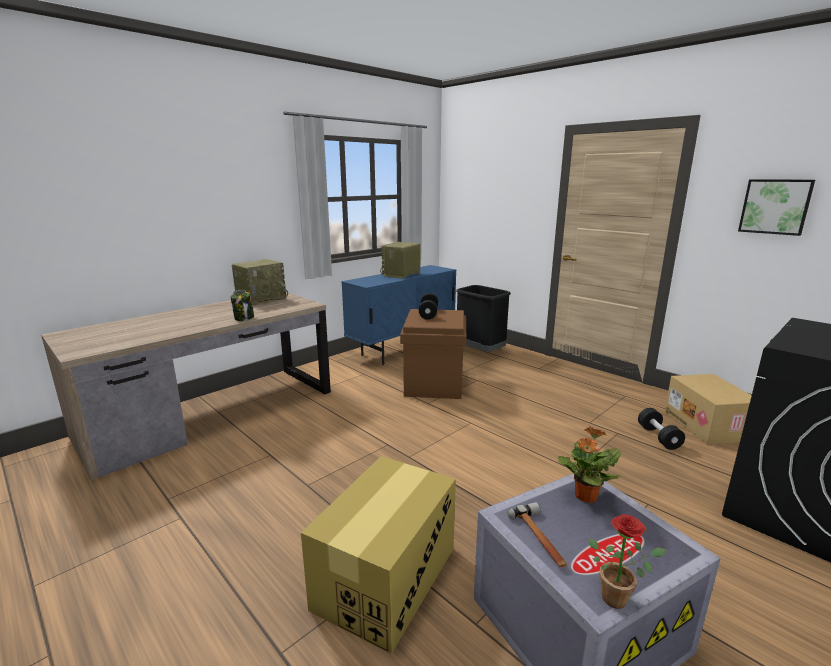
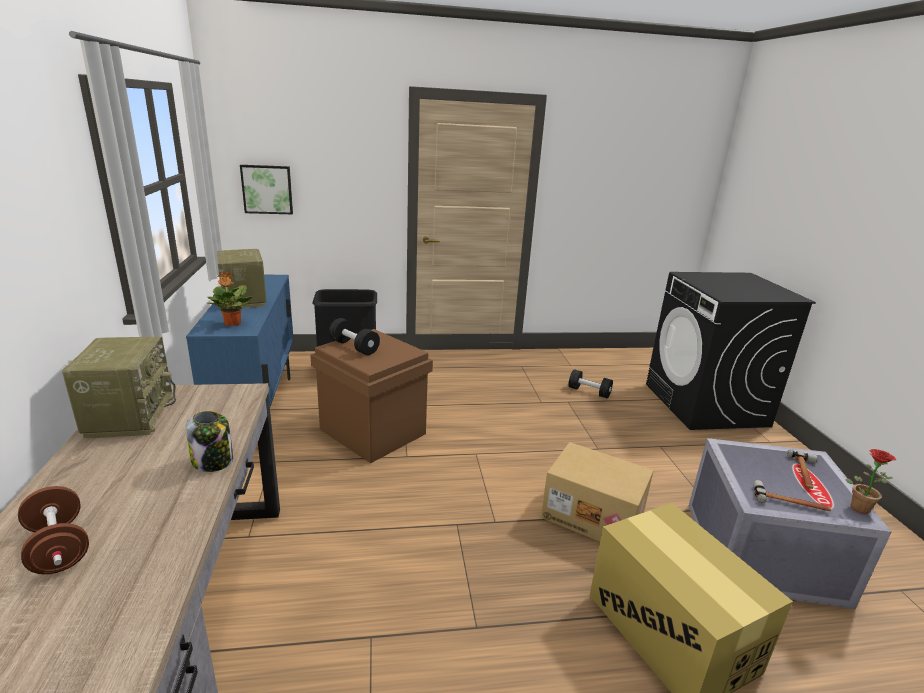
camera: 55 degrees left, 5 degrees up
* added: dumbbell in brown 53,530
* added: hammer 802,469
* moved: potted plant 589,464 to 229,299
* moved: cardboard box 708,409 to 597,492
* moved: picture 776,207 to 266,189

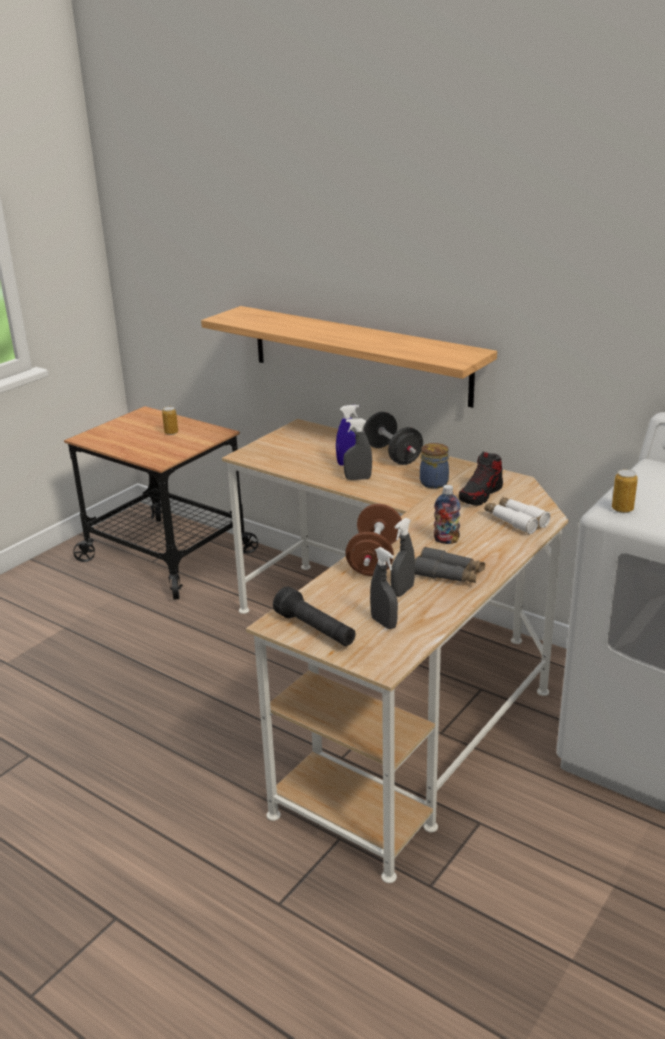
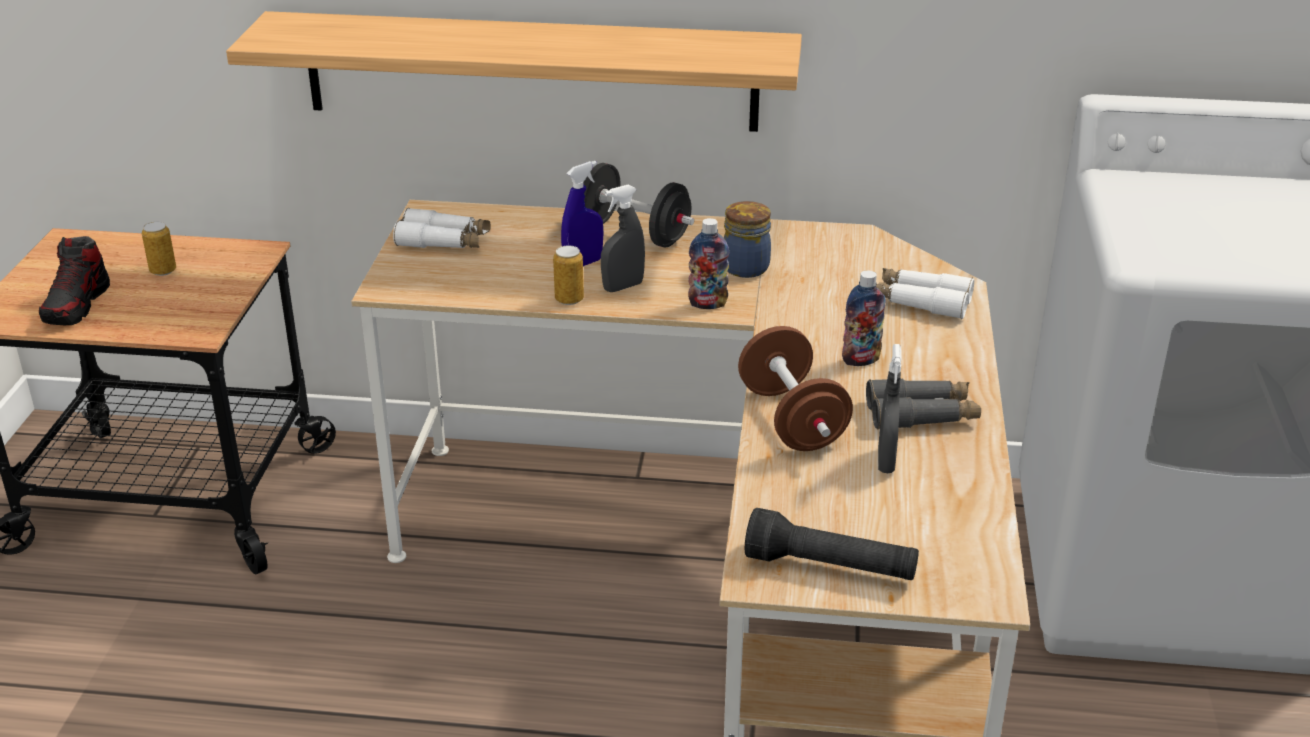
camera: 30 degrees left, 5 degrees up
* removed: spray bottle in grey 384,588
* added: binoculars in white 441,228
* added: bottle 708,263
* moved: shoe 481,478 to 74,280
* moved: can 625,491 to 568,275

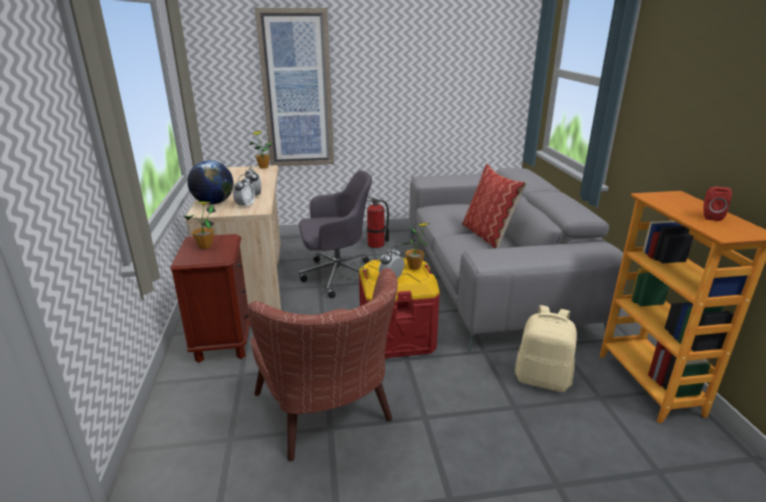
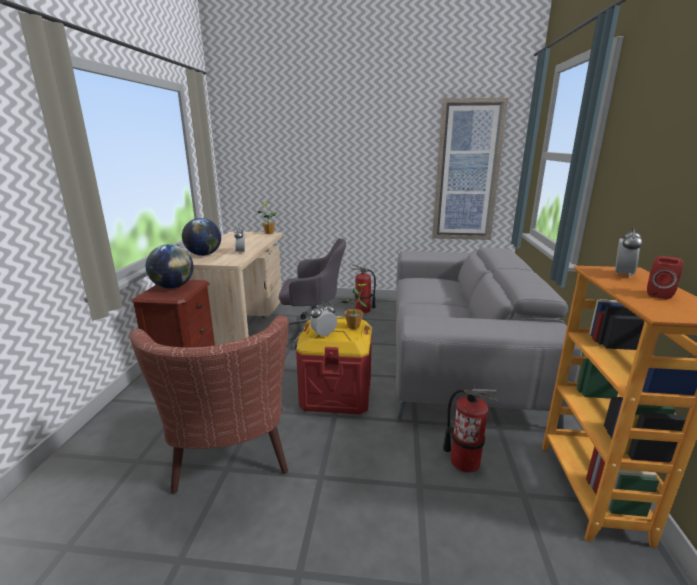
camera: 15 degrees right, 5 degrees down
* removed: pillow 494,206
* moved: alarm clock 244,192 to 629,252
* moved: picture 294,87 to 470,169
* replaced: potted plant 199,225 to globe 169,266
* replaced: backpack in beige 546,348 to fire extinguisher 470,429

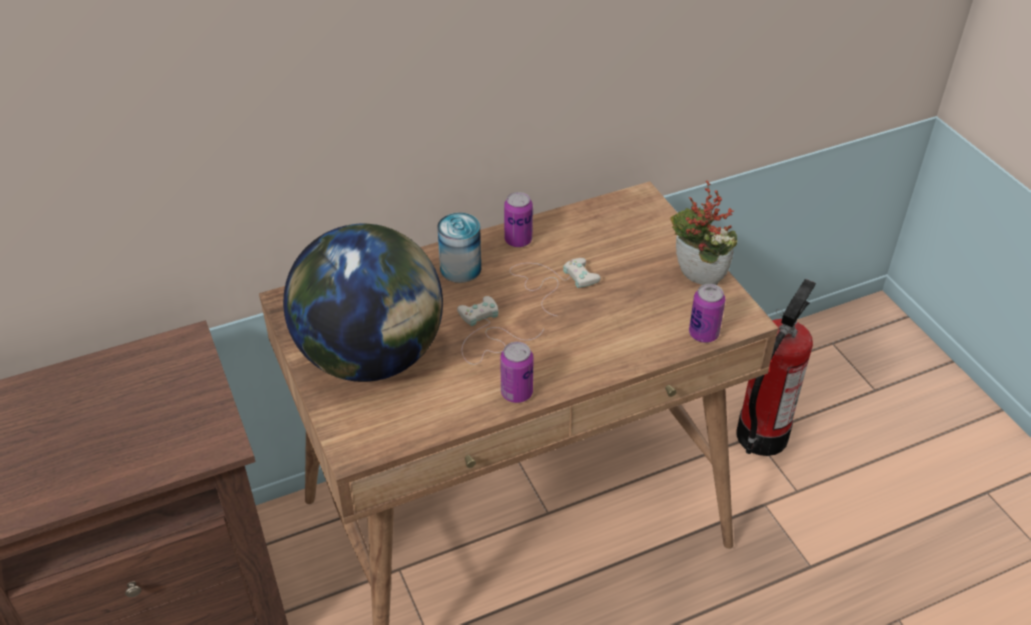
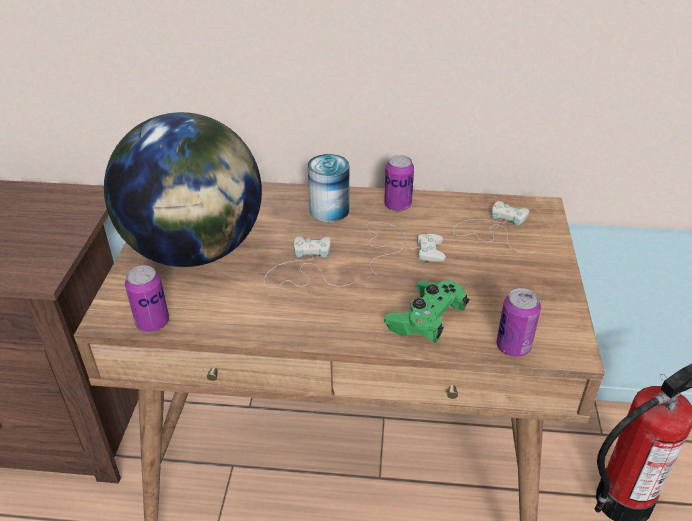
camera: 30 degrees right, 5 degrees down
* removed: potted plant 704,232
* added: game controller in green 426,311
* added: game controller in white 494,227
* moved: can 517,372 to 147,298

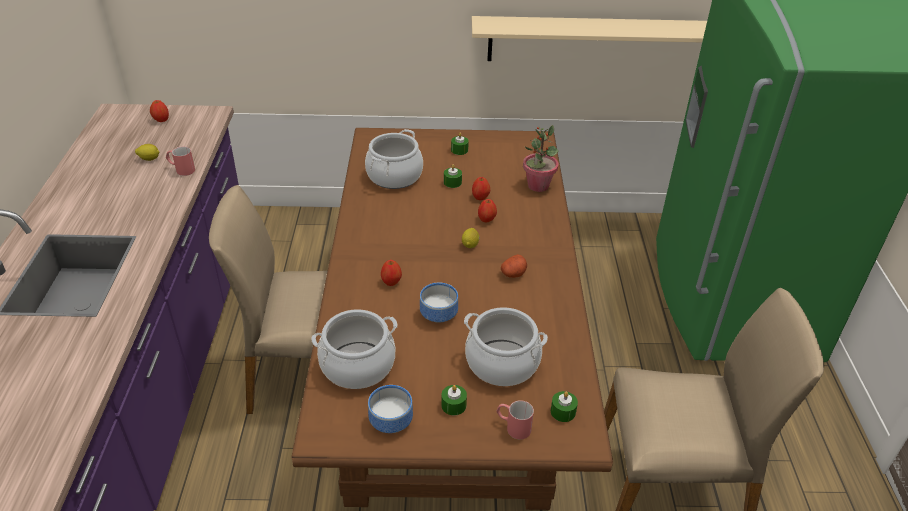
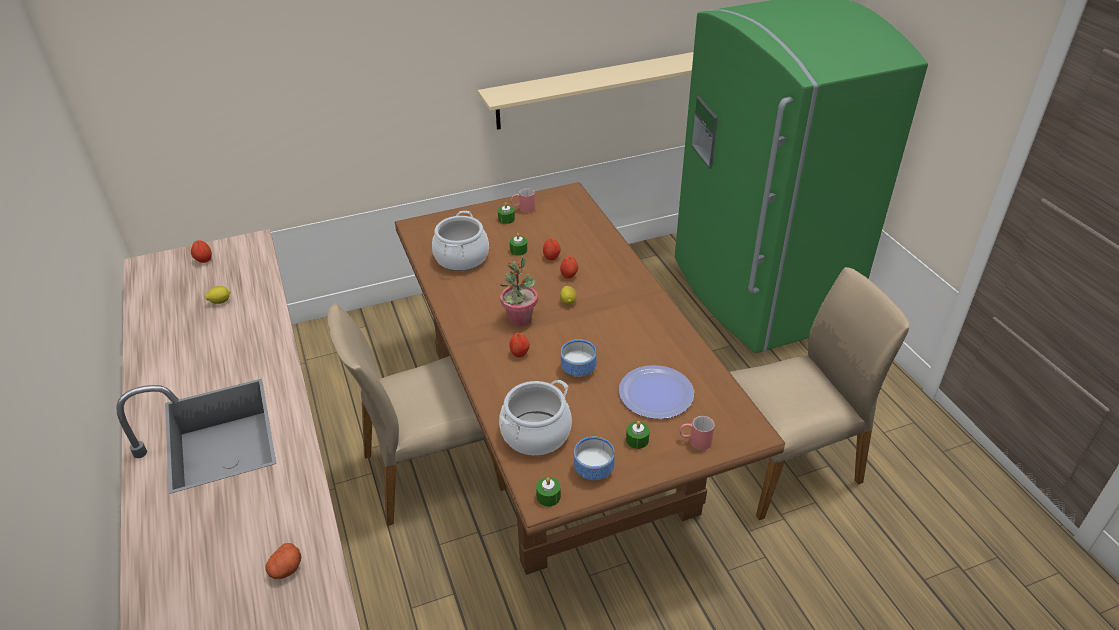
camera: 20 degrees left, 0 degrees up
* moved: mug in red 180,161 to 523,200
* moved: potato 514,266 to 283,561
* moved: potted plant 540,158 to 518,291
* moved: candle in green 564,406 to 548,491
* replaced: cooking pot 506,346 to plate 656,392

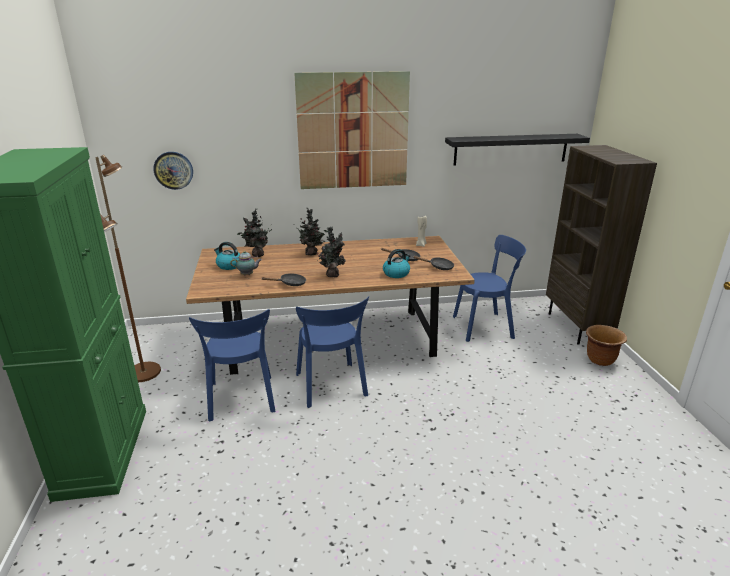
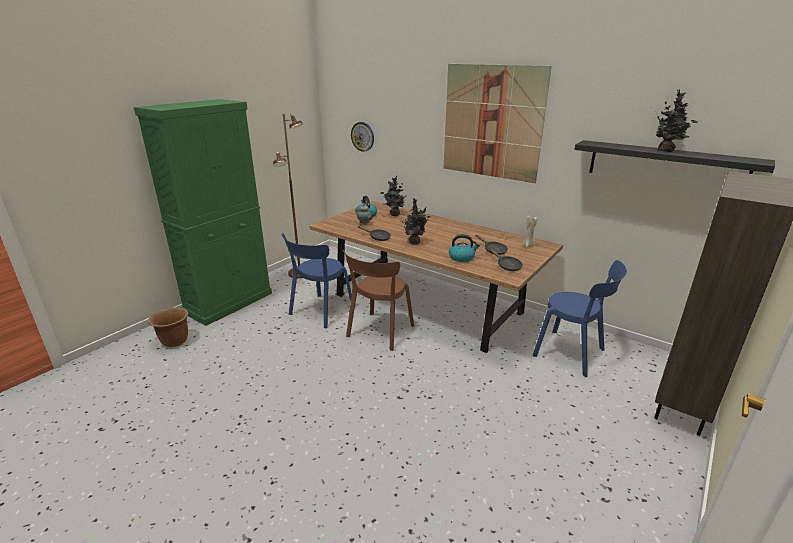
camera: 45 degrees right, 0 degrees up
* moved: potted plant 312,231 to 677,120
* moved: planter in brown 606,345 to 168,327
* recoloured: chair in blue 332,352 to chair in brown 378,300

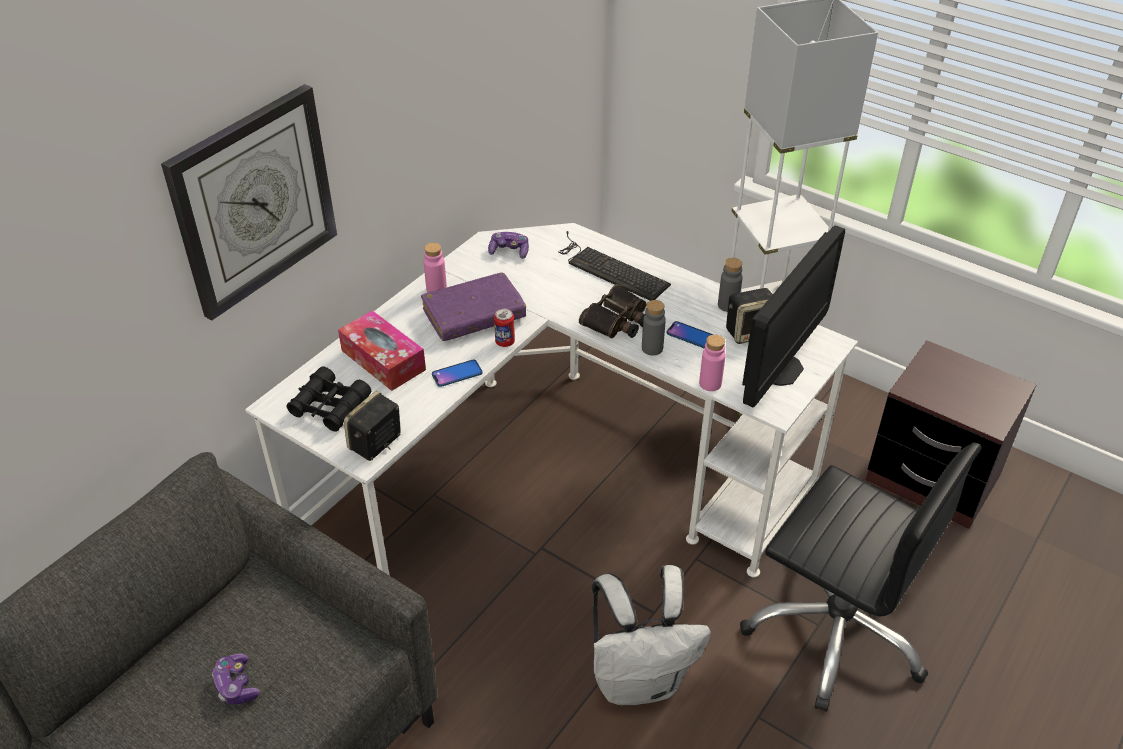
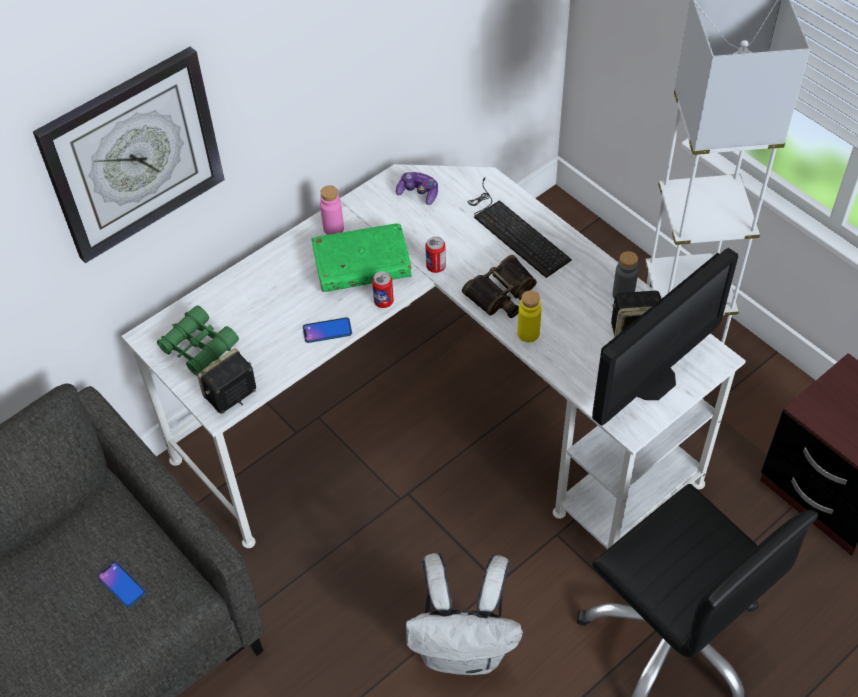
camera: 15 degrees right, 10 degrees up
* removed: game controller 236,679
* removed: tissue box 382,350
* removed: bottle in pink 712,363
* added: can 435,254
* moved: phone 690,335 to 121,585
* recoloured: binoculars in black 329,399 to binoculars in green 198,340
* recoloured: book in purple 473,307 to book in green 362,257
* recoloured: bottle in grey 654,328 to bottle in yellow 529,316

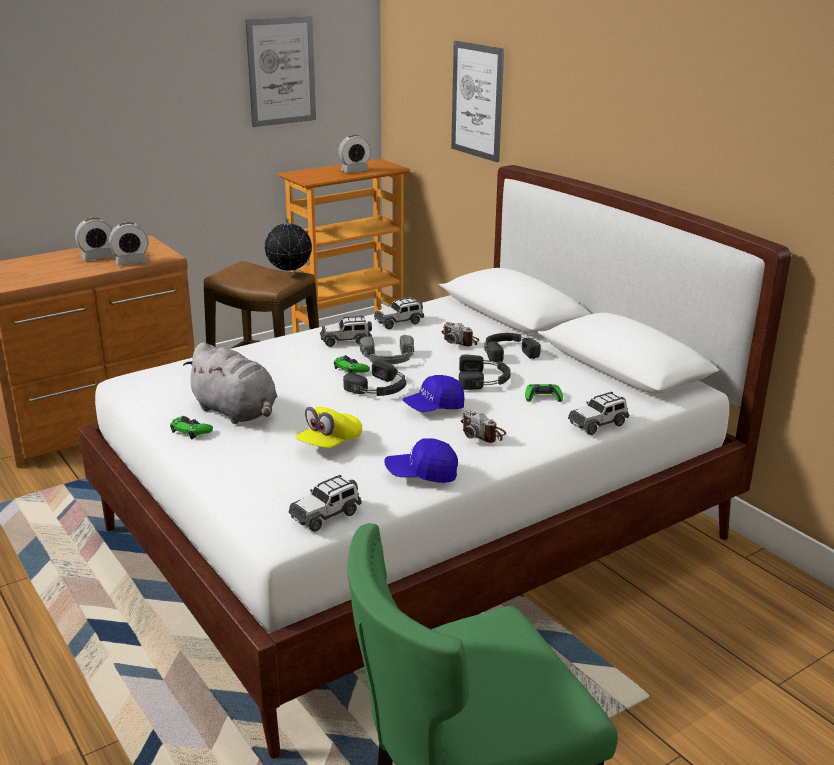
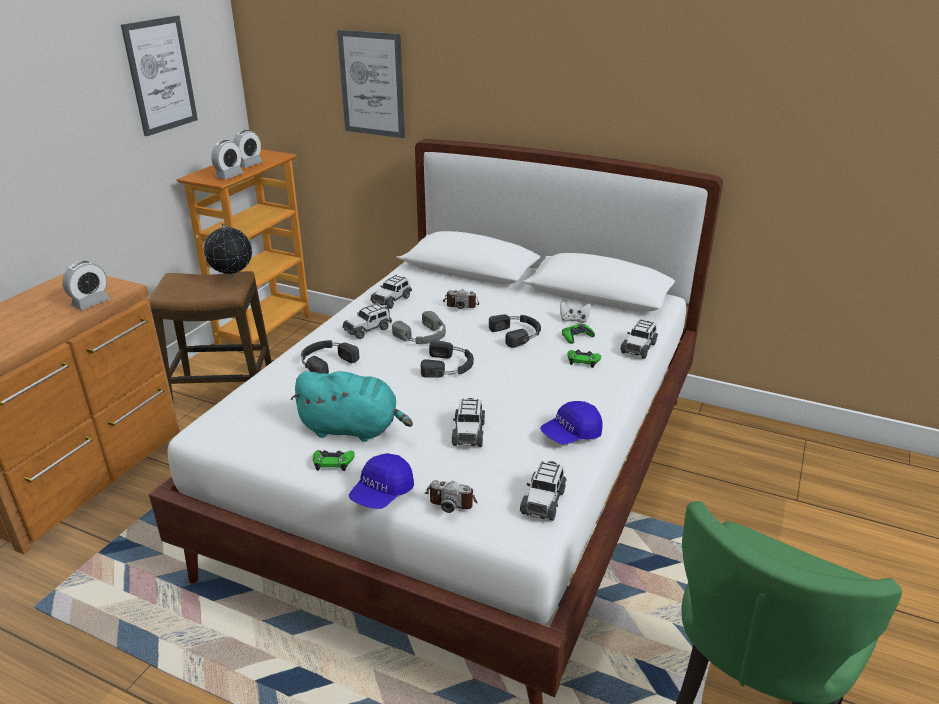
camera: 30 degrees left, 5 degrees up
* added: game controller in white 575,312
* moved: alarm clock 94,239 to 227,159
* moved: game controller in green 352,364 to 584,359
* moved: cap in blue 433,393 to 381,481
* moved: photo camera 483,426 to 451,496
* moved: headphones in black 512,348 to 330,357
* replaced: cap in yellow 328,427 to toy car 468,422
* recoloured: plush toy in grey 230,383 to plush toy in turquoise 351,406

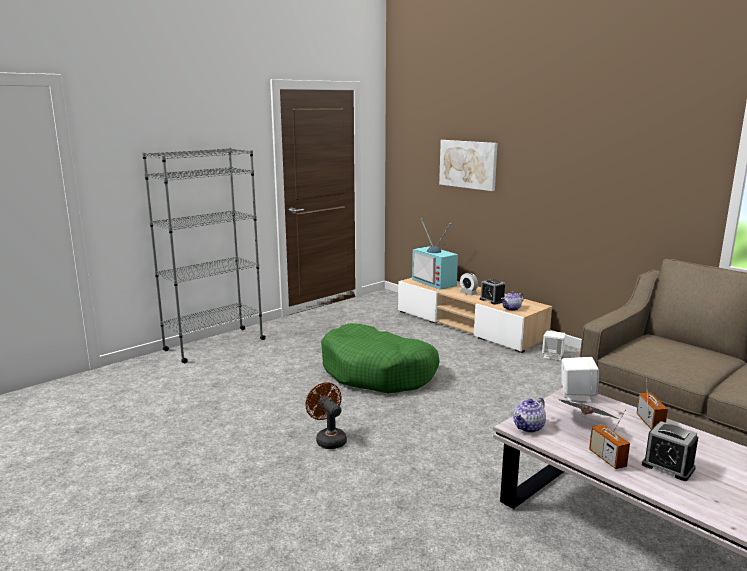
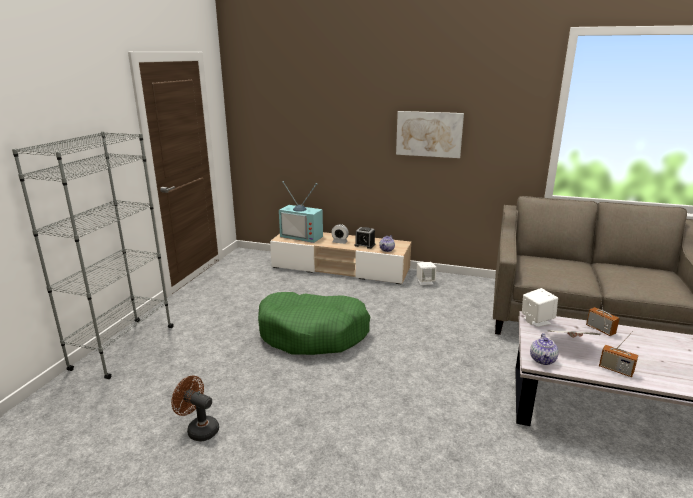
camera: 30 degrees left, 5 degrees up
* removed: alarm clock 670,451
* moved: fan in brown 326,415 to 195,408
* moved: picture 468,165 to 430,134

